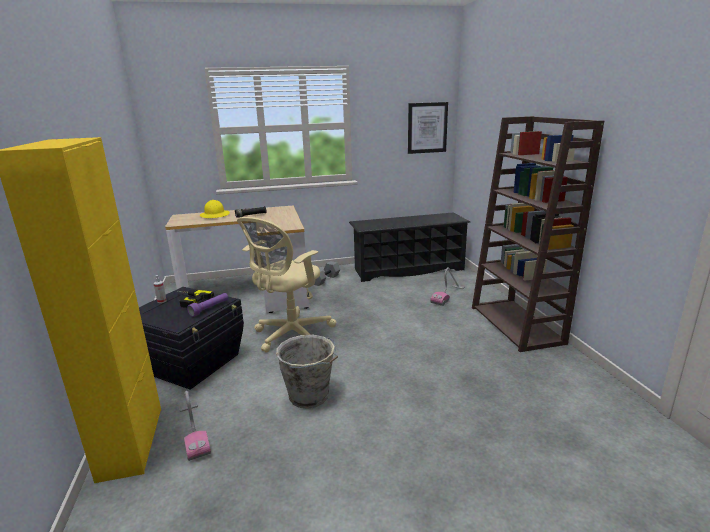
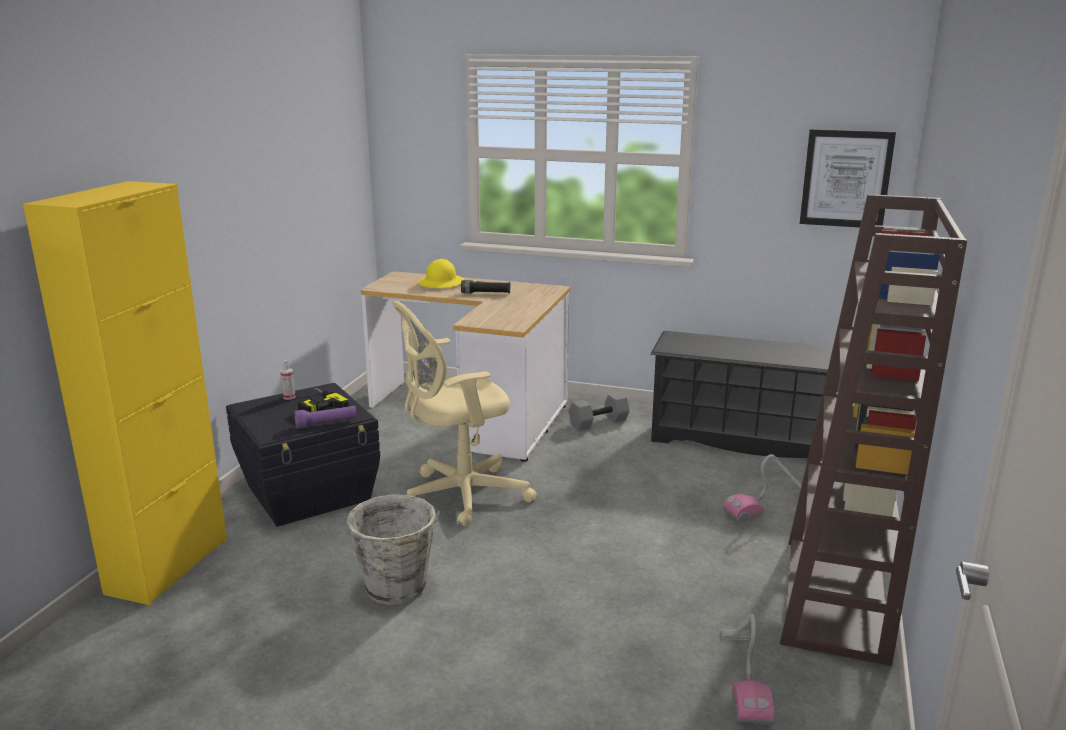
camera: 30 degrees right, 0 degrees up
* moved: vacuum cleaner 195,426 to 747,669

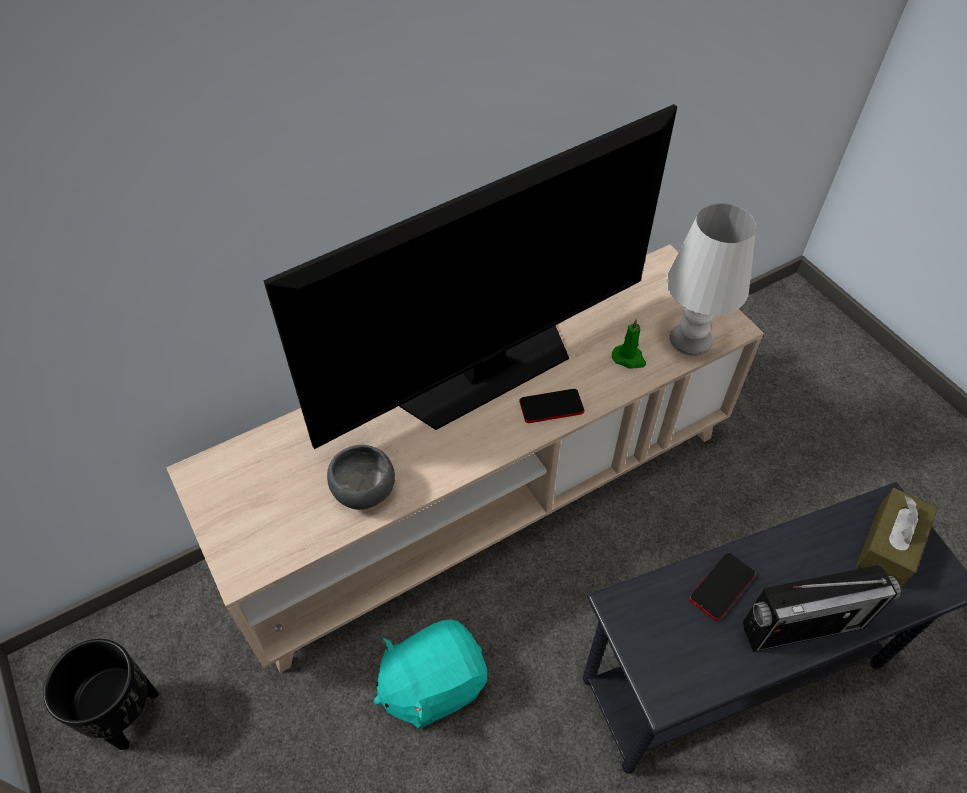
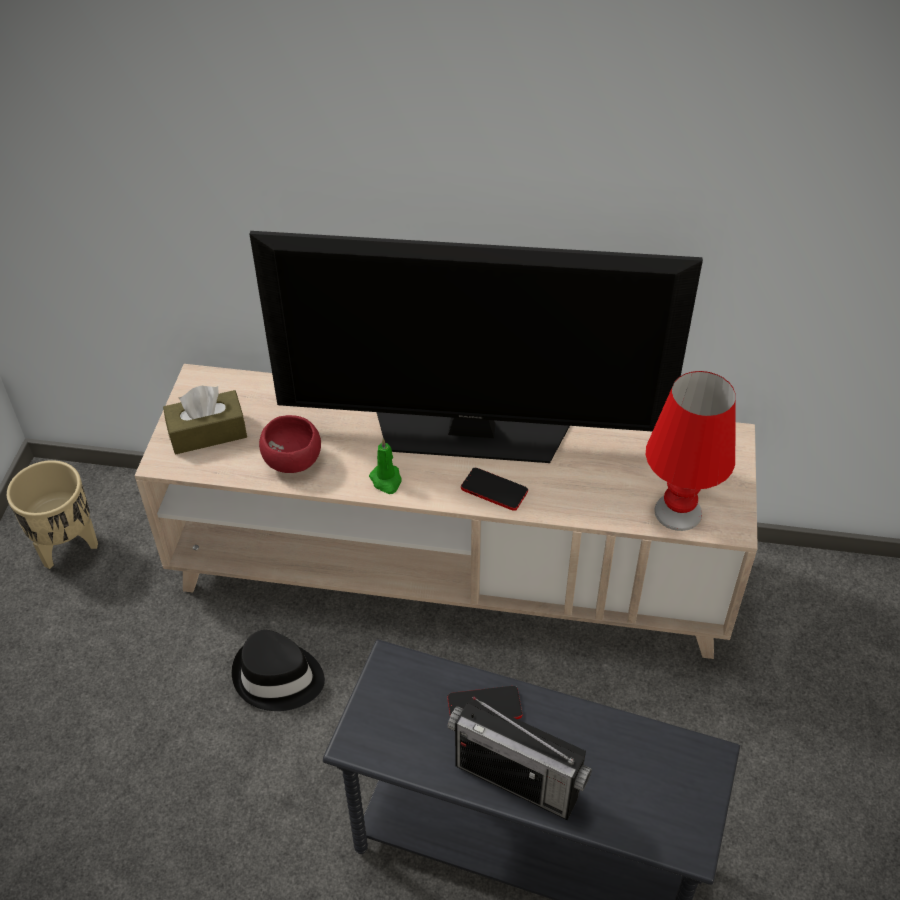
camera: 40 degrees right, 5 degrees down
* moved: candle in green 629,344 to 385,466
* moved: tissue box in brown 897,538 to 205,420
* replaced: plush toy in turquoise 430,674 to hat in black 278,670
* recoloured: planter in black 101,694 to planter in beige 52,514
* recoloured: bowl in grey 361,477 to bowl in red 290,444
* recoloured: table lamp in white 711,279 to table lamp in red 691,451

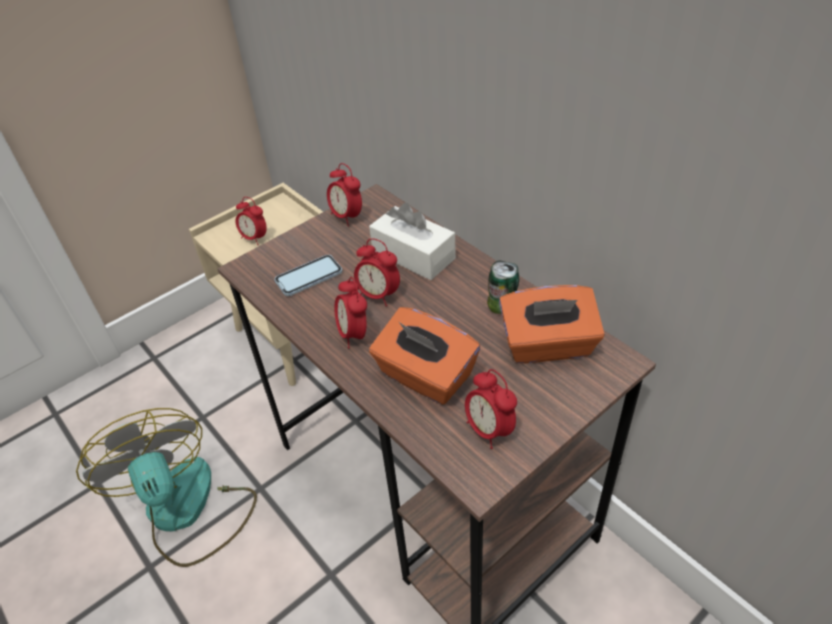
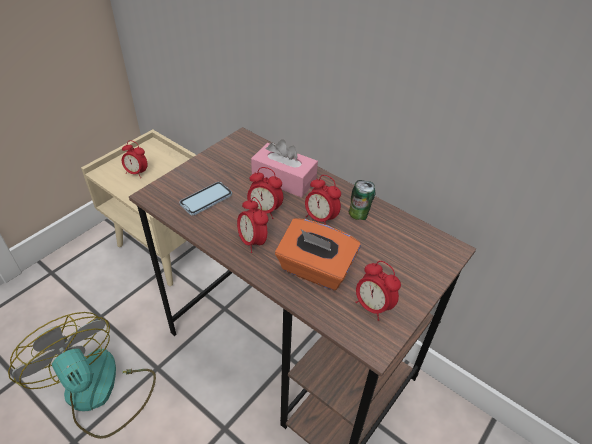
camera: 15 degrees left, 0 degrees up
* removed: tissue box in orange 552,324
* moved: alarm clock 344,194 to 323,200
* recoloured: tissue box in white 412,241 to tissue box in pink 284,168

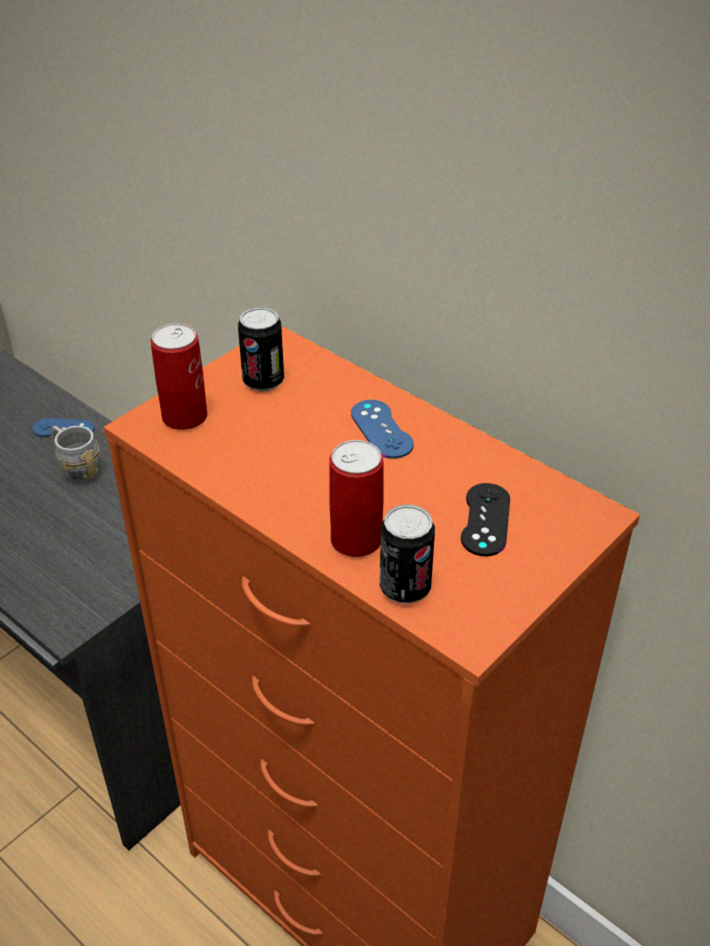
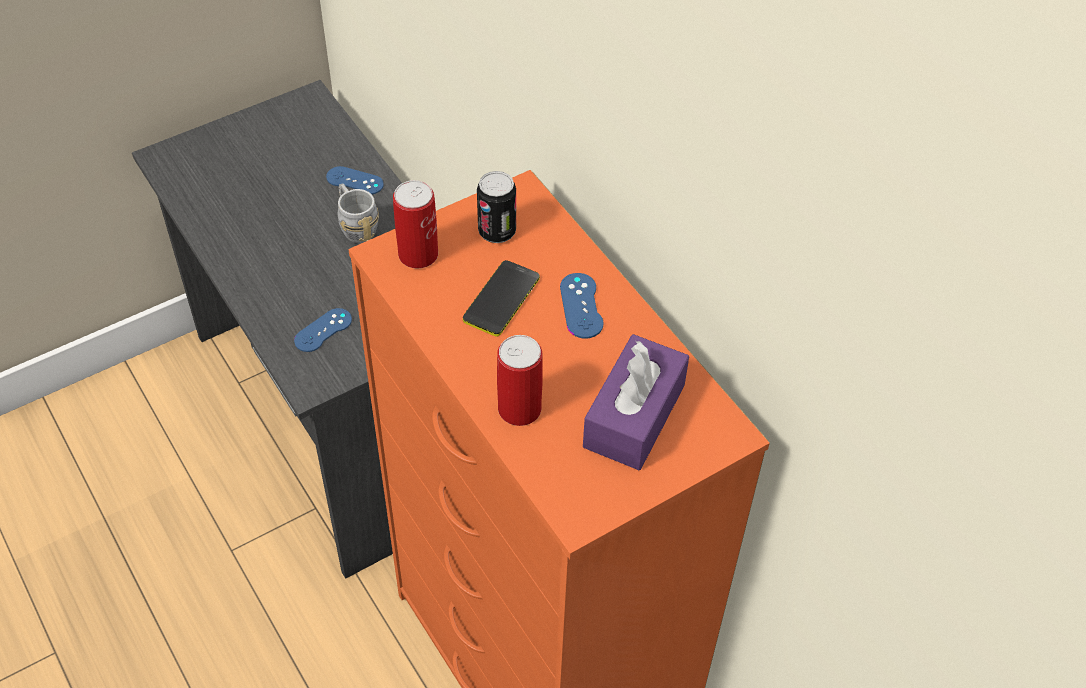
camera: 15 degrees right, 10 degrees up
* removed: can 407,554
* added: game controller in blue 323,330
* added: phone 501,298
* replaced: game controller in black 485,519 to tissue box in purple 636,402

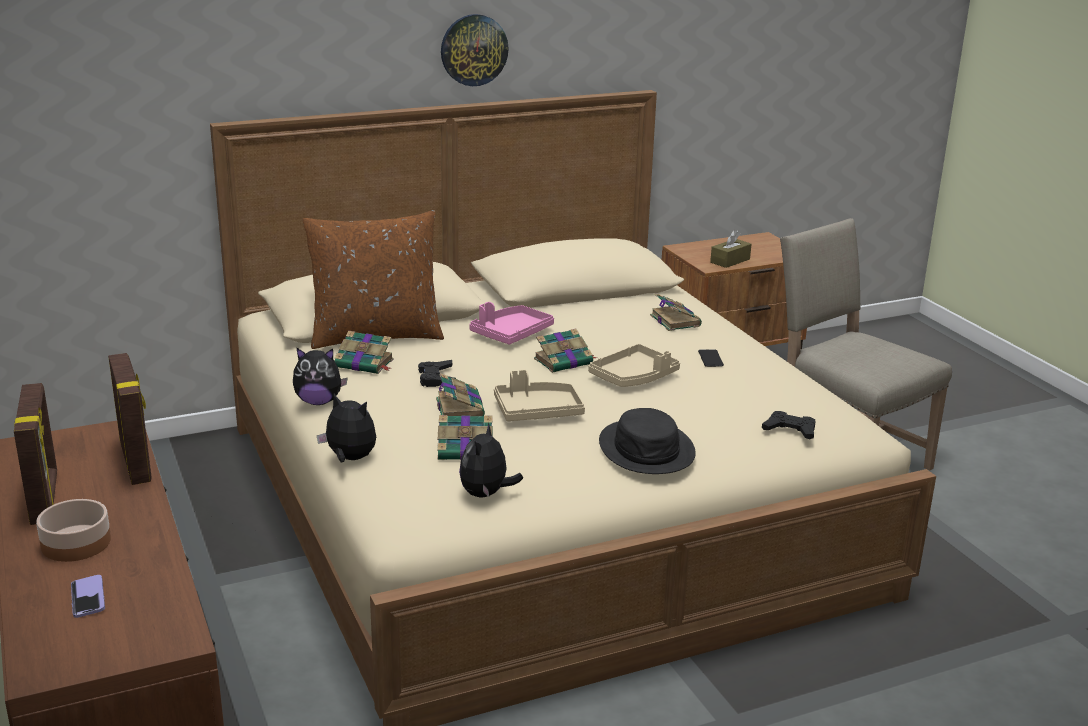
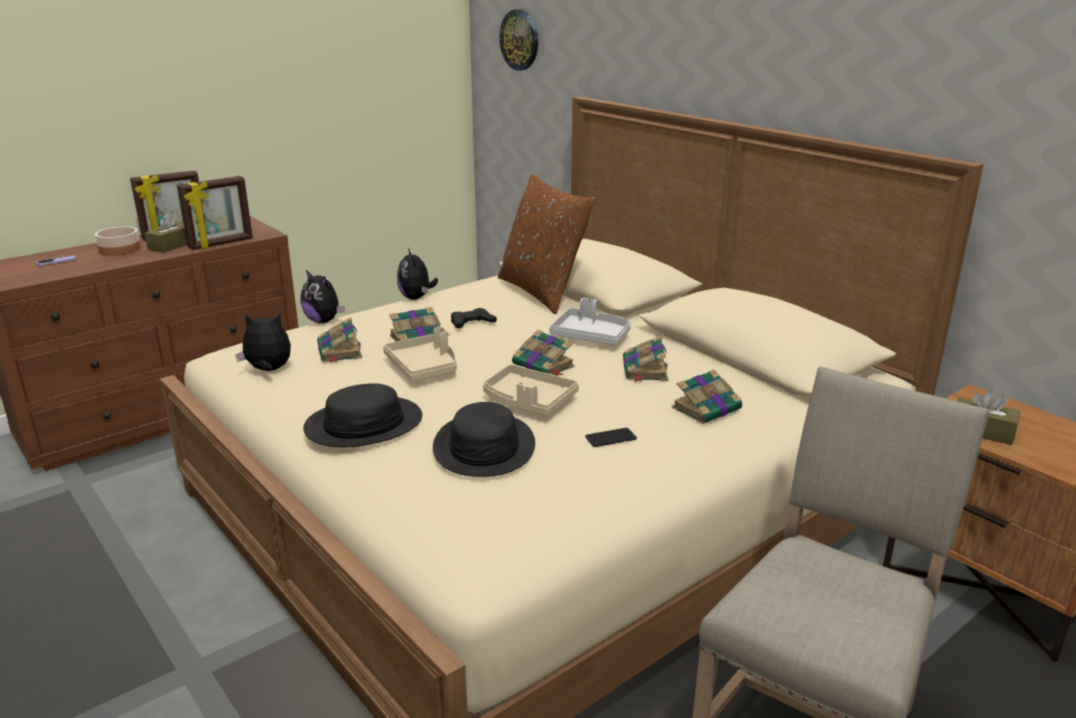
camera: 75 degrees right, 0 degrees up
* removed: game controller in black 789,425
* added: tissue box in brown 166,232
* added: hat in black 484,439
* moved: book 364,352 to 645,358
* moved: wall clock 475,50 to 518,40
* recoloured: tray in pink 511,323 to tray in grey 590,322
* turned: plush toy 346,428 = 323,296 120 degrees clockwise

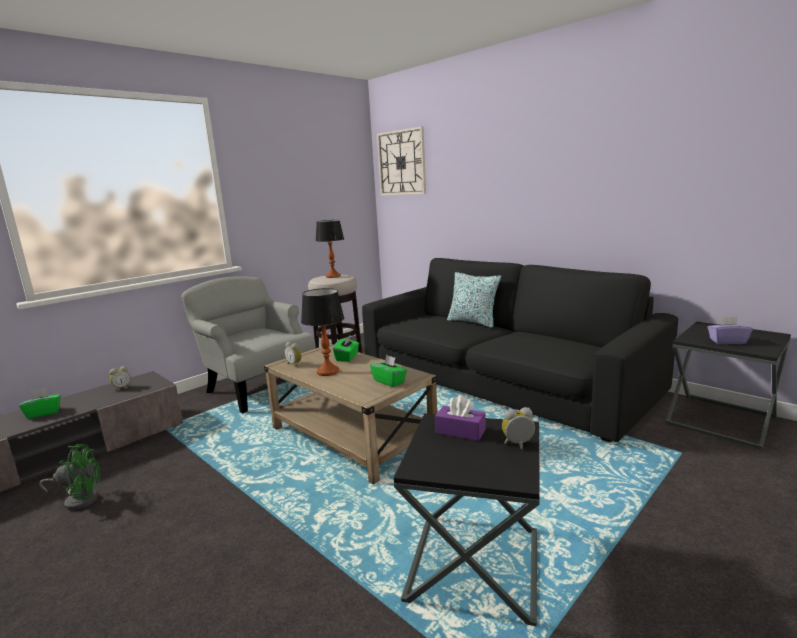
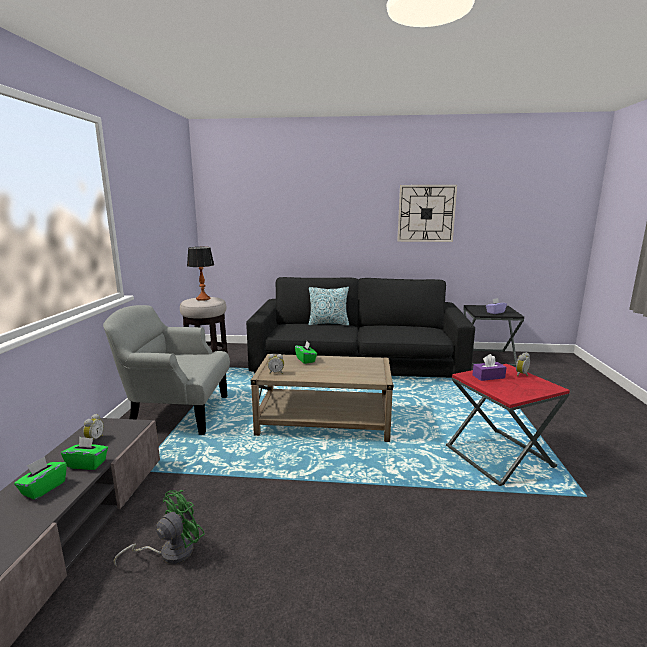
camera: 40 degrees left, 0 degrees up
* removed: table lamp 322,332
* moved: tissue box in green 388,371 to 84,453
* moved: wall clock 401,160 to 427,213
* recoloured: side table in black 467,519 to side table in red 508,425

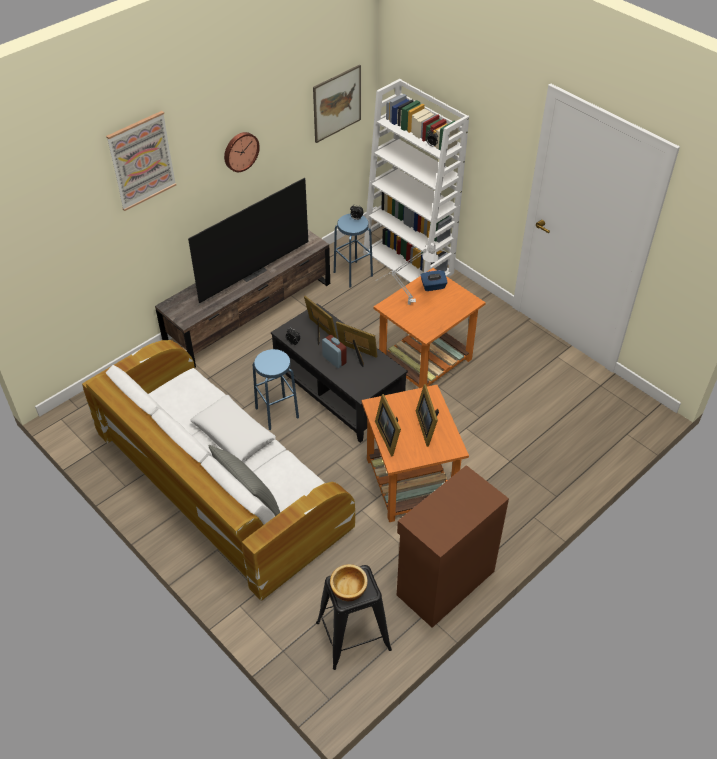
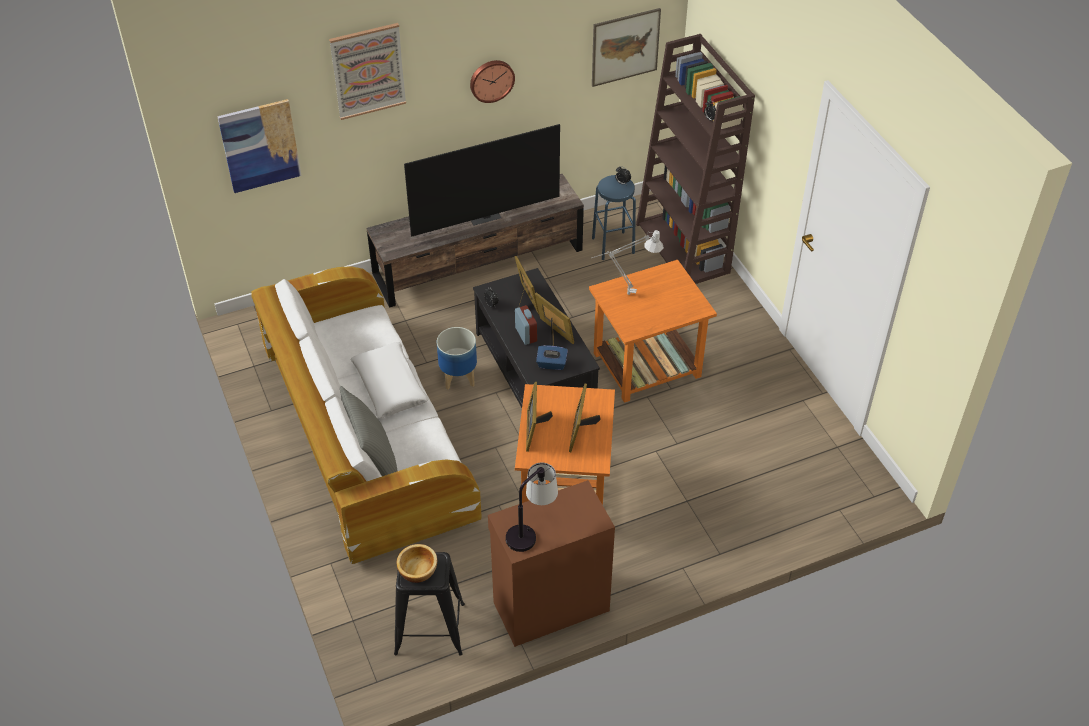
camera: 20 degrees right, 0 degrees up
* added: picture 259,146
* added: table lamp 531,507
* moved: tissue box in blue 434,280 to 552,357
* replaced: stool in blue 276,389 to planter 457,358
* recoloured: bookcase in white 416,180 to bookcase in brown 695,159

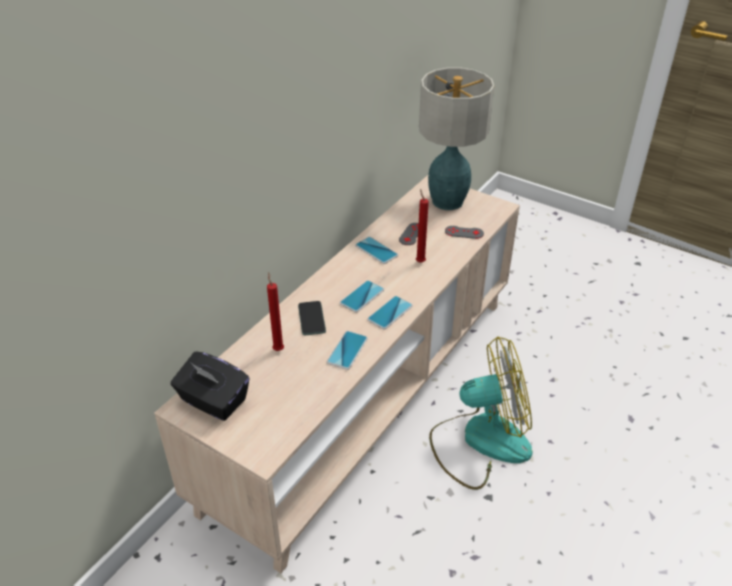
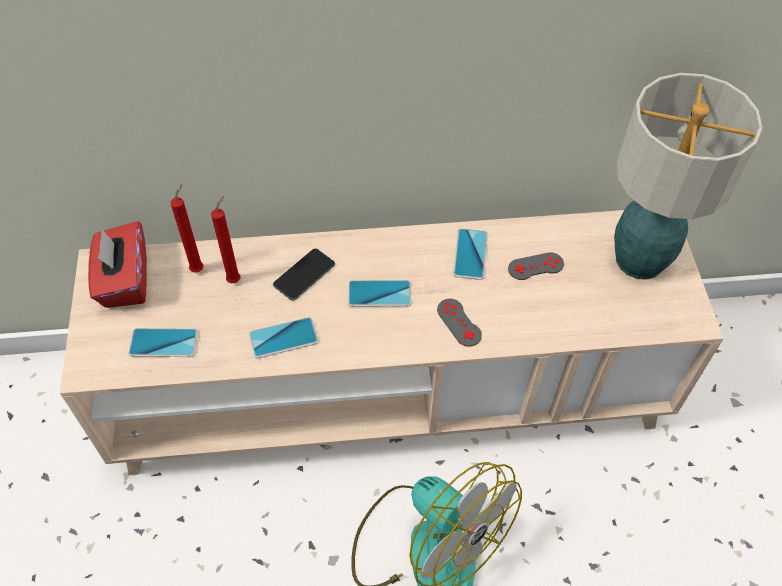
camera: 50 degrees right, 15 degrees up
* moved: phone 390,312 to 163,342
* moved: candle in red 422,226 to 187,228
* moved: game controller in grey 464,232 to 459,323
* recoloured: tissue box in black 210,386 to tissue box in red 117,264

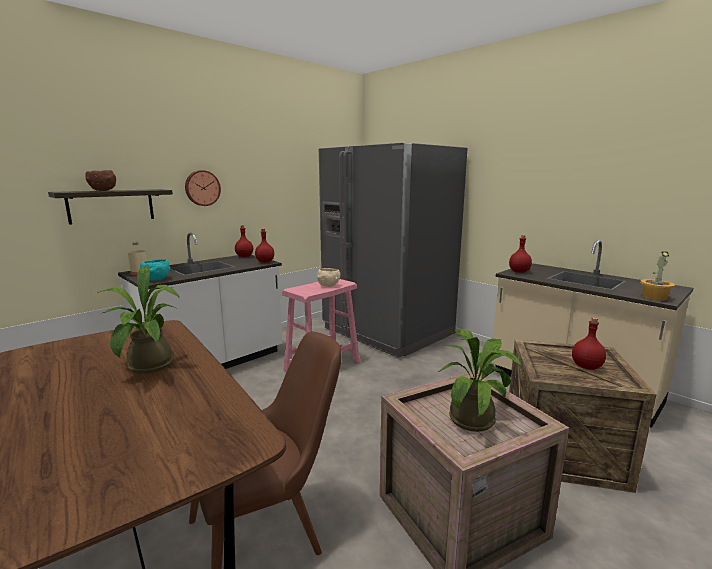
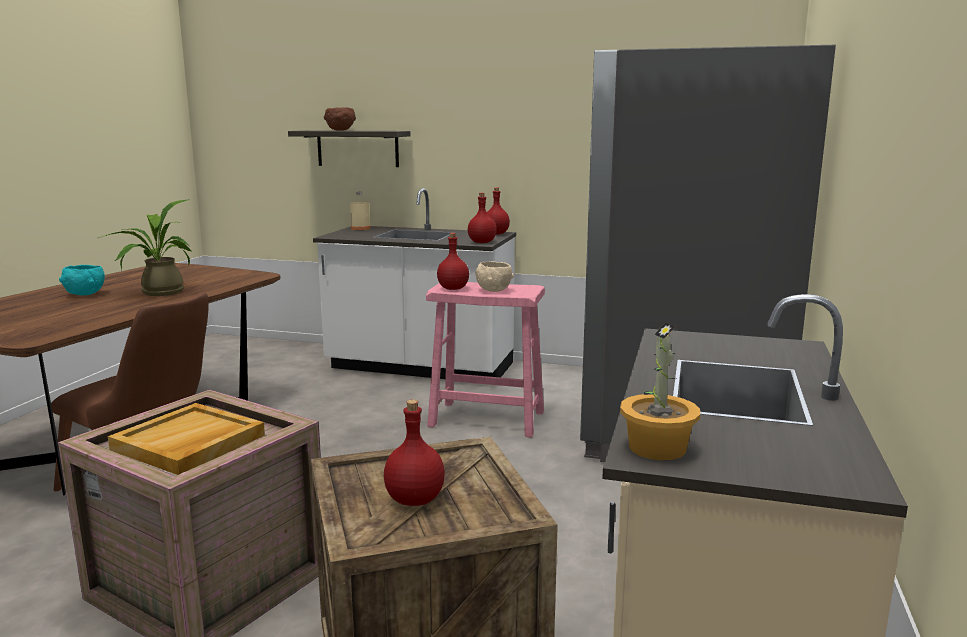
camera: 60 degrees right, 0 degrees up
* removed: wall clock 203,188
* moved: bowl in turquoise 155,270 to 82,280
* moved: bottle in red 520,254 to 453,261
* replaced: potted plant 479,380 to tray in beige 186,439

